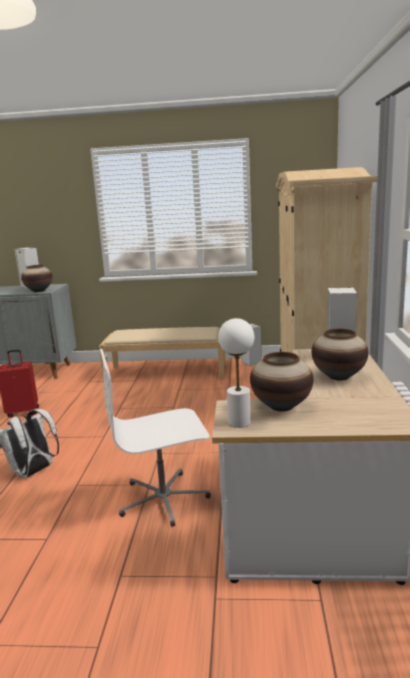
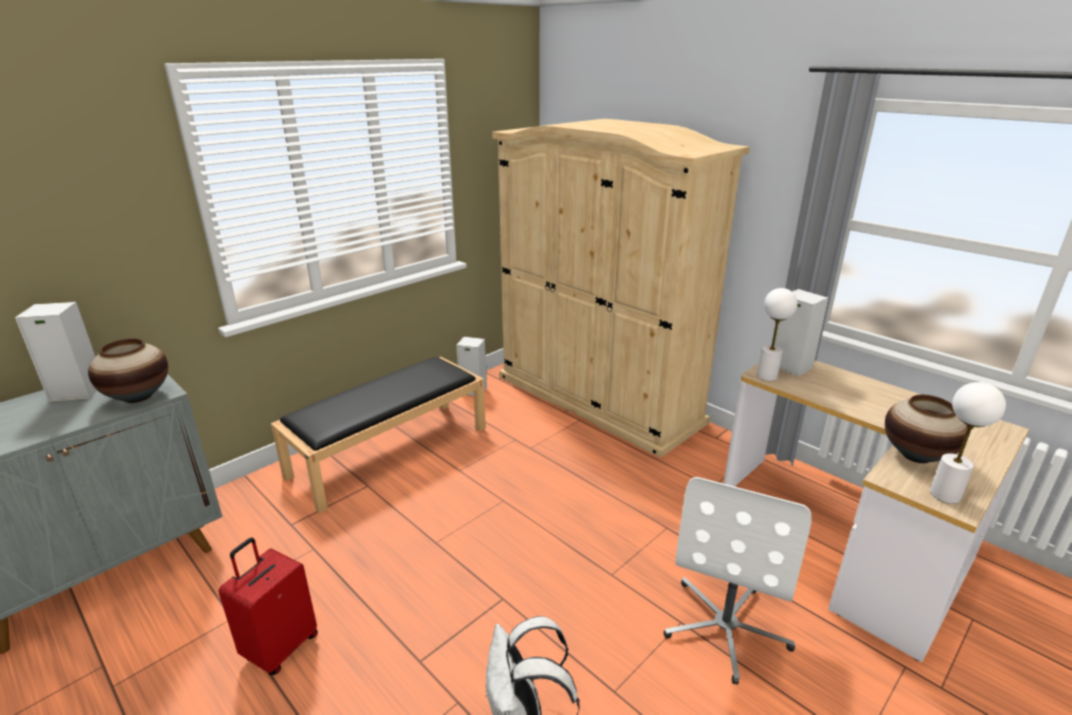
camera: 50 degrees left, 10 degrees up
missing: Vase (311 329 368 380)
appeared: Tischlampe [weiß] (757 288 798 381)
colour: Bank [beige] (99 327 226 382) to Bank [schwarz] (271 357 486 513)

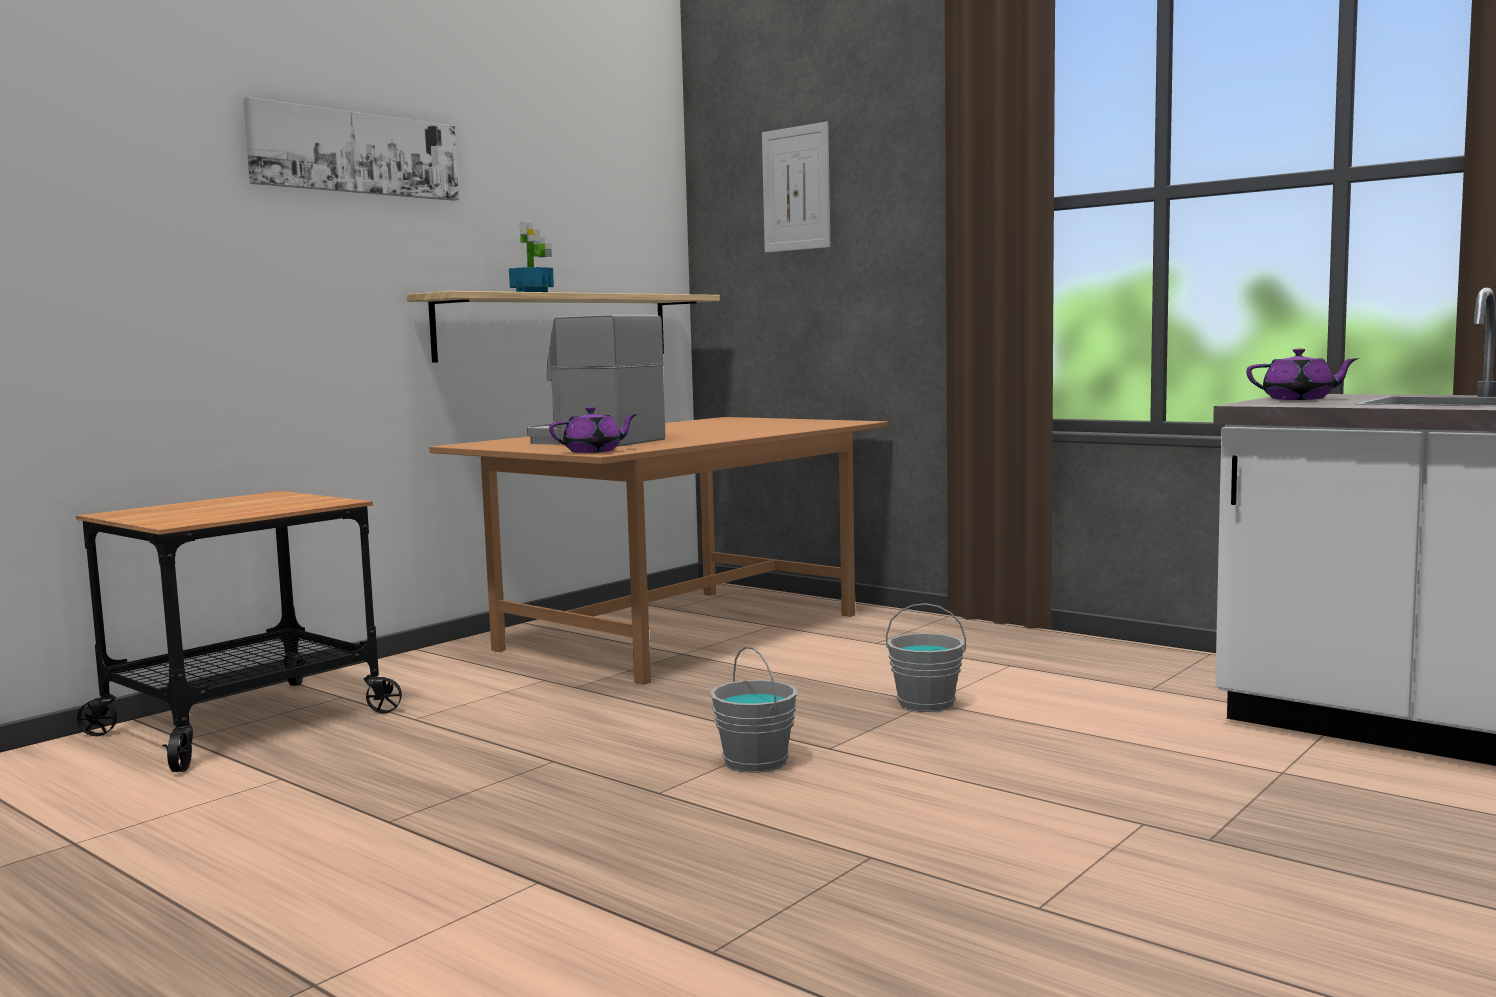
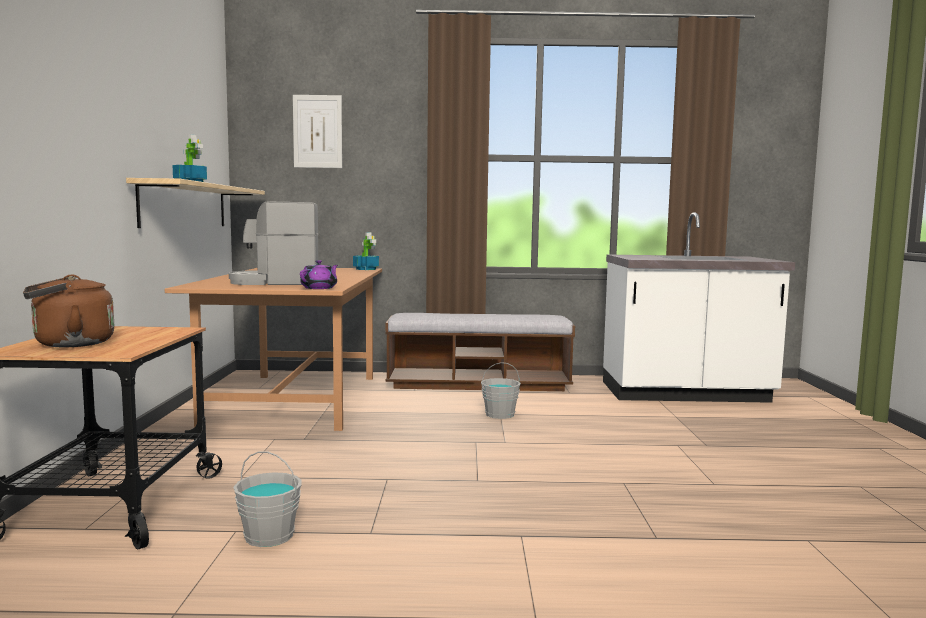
camera: 40 degrees left, 0 degrees up
missing: Bild (243 97 459 201); Teekanne [lila] (1246 349 1359 400)
appeared: Topfpflanze (353 232 379 270); Wasserkessel [braun] (23 275 114 347); Bank (385 313 575 391)
relocated: Eimer [grau] (710 646 797 773) to (233 451 302 547)

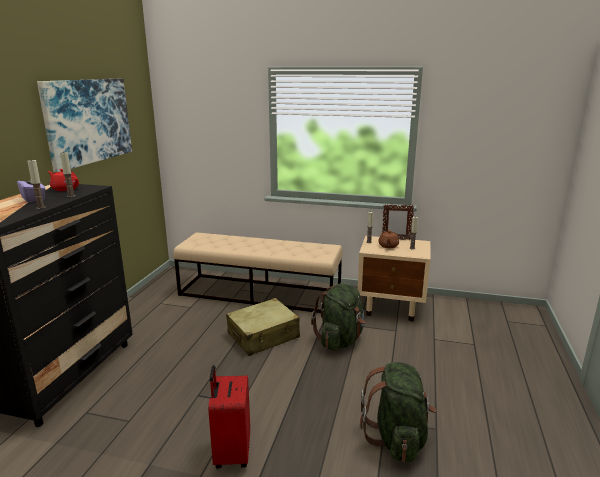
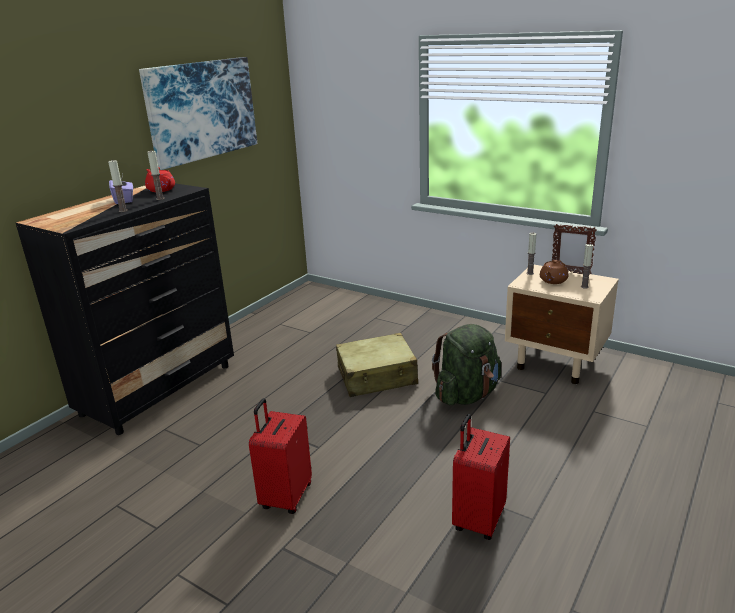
camera: 20 degrees right, 5 degrees up
missing: Bank [beige] (173 232 343 313)
exchanged: Rucksack [grün] (360 362 436 462) to Koffer [rot] (452 414 510 540)

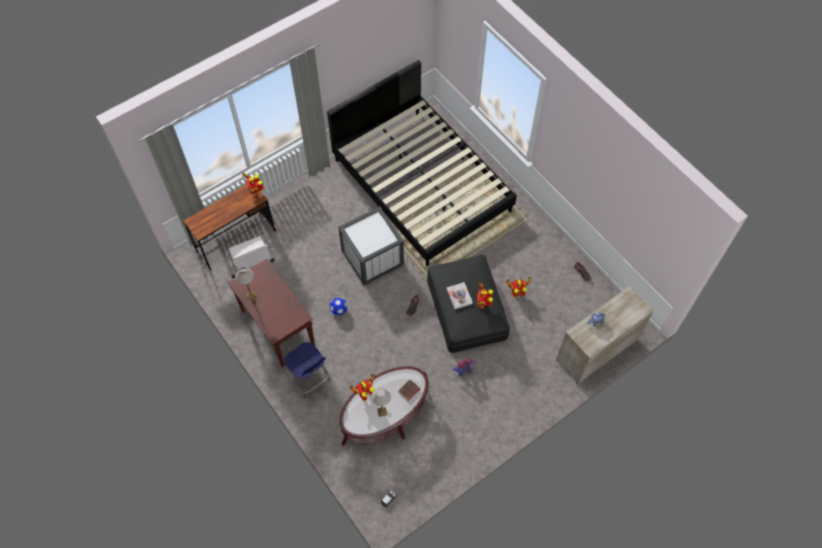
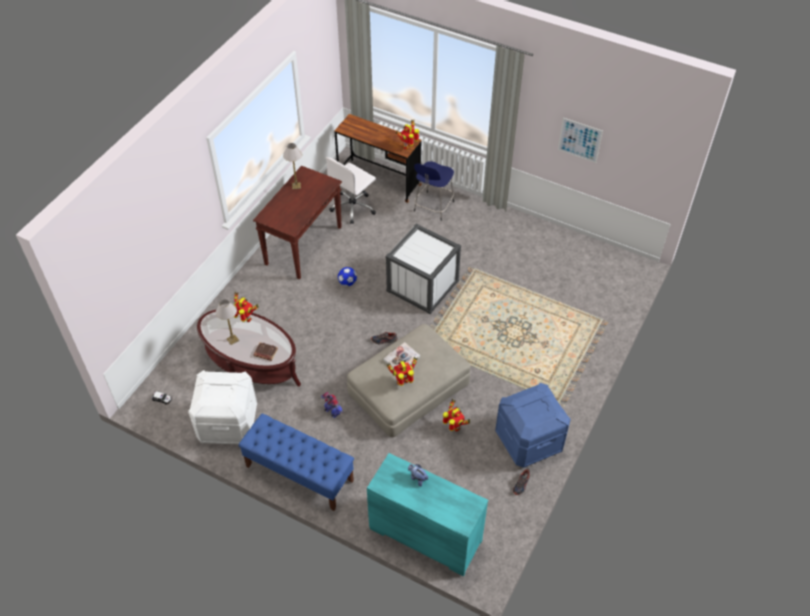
camera: 65 degrees right, 10 degrees down
missing: Bett [schwarz] (327 60 517 266)
appeared: Bild (558 118 603 163); Aufbewahrungsbox [weiß] (188 370 257 444); Aufbewahrungsbox [blau] (495 383 571 468); Bank [blau] (238 413 354 511)
relocated: Hocker [blau] (285 342 330 398) to (414 161 454 221)
colour: Polsterhocker [schwarz] (427 255 510 353) to Polsterhocker [beige] (347 324 470 437); Kommode [beige] (556 286 654 385) to Kommode [türkis] (367 453 488 576)

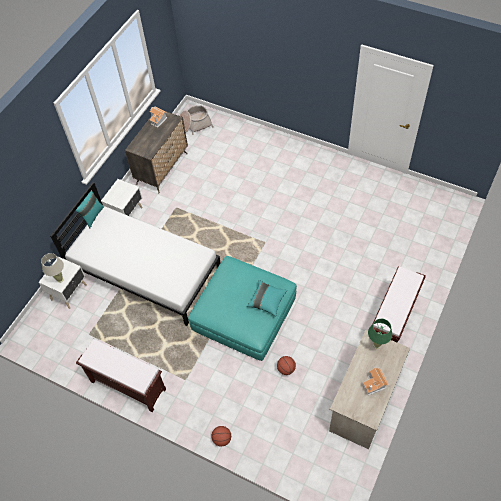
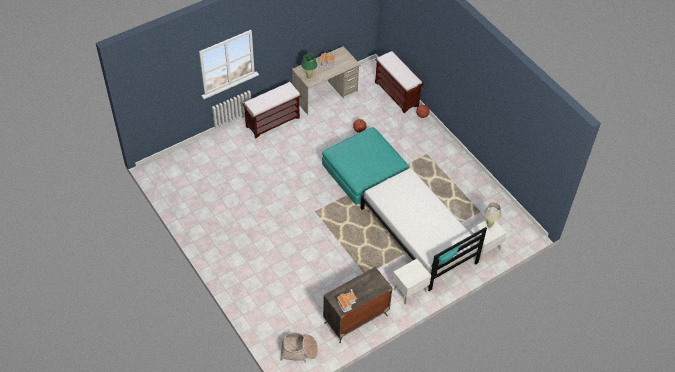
camera: 155 degrees left, 5 degrees down
missing: Kissen [türkis] (247 280 287 316)
relocated: Bank [braun] (76 339 166 412) to (375 51 424 113)

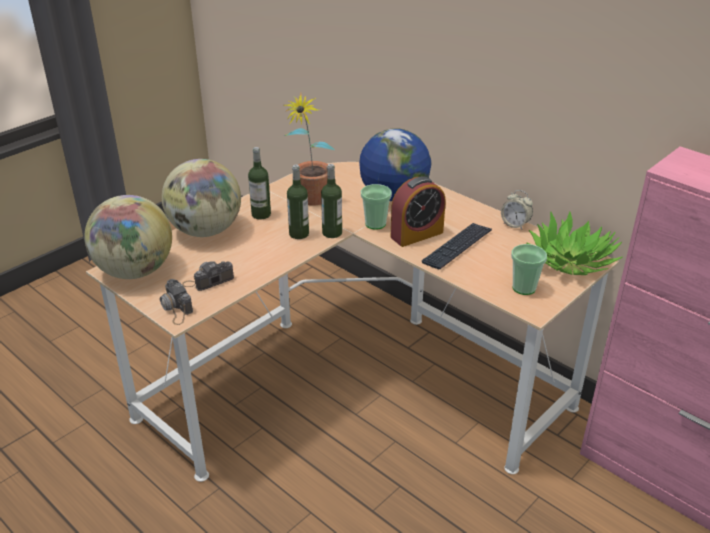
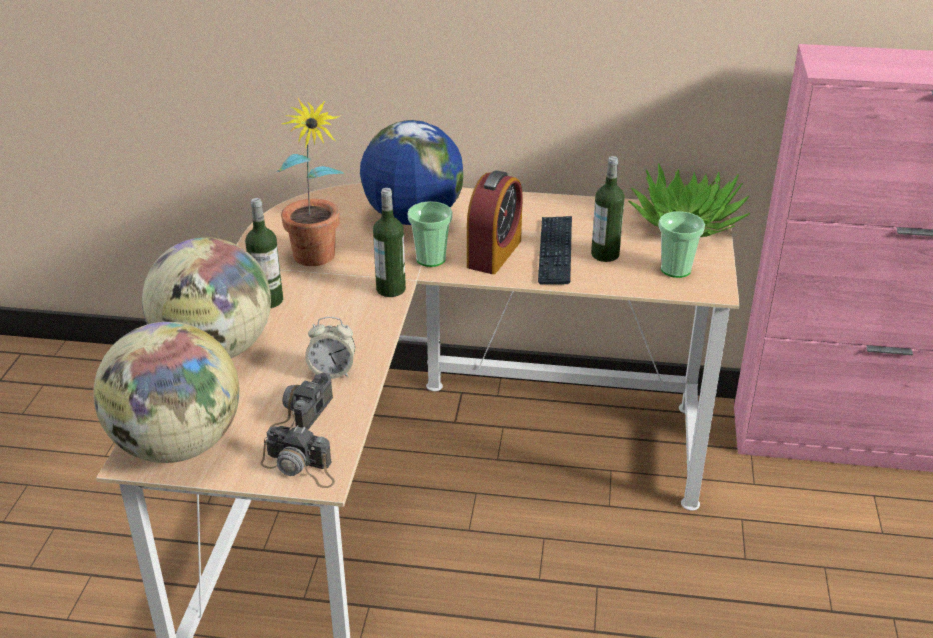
camera: 35 degrees left, 0 degrees up
relocated: Flasche (287 165 309 239) to (591 156 625 262); Wecker (501 190 533 230) to (305 317 355 379)

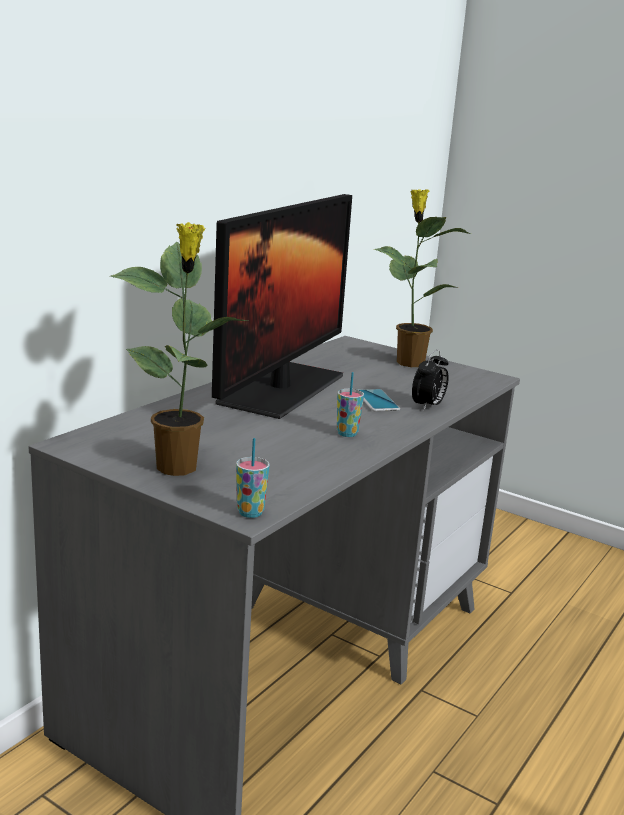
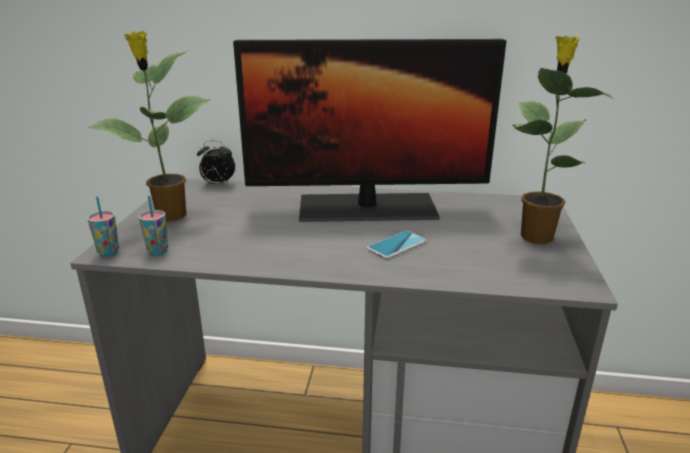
camera: 65 degrees right, 5 degrees up
relocated: Wecker (412 350 449 411) to (197 140 235 186); Tasse (337 372 364 437) to (139 195 168 255)

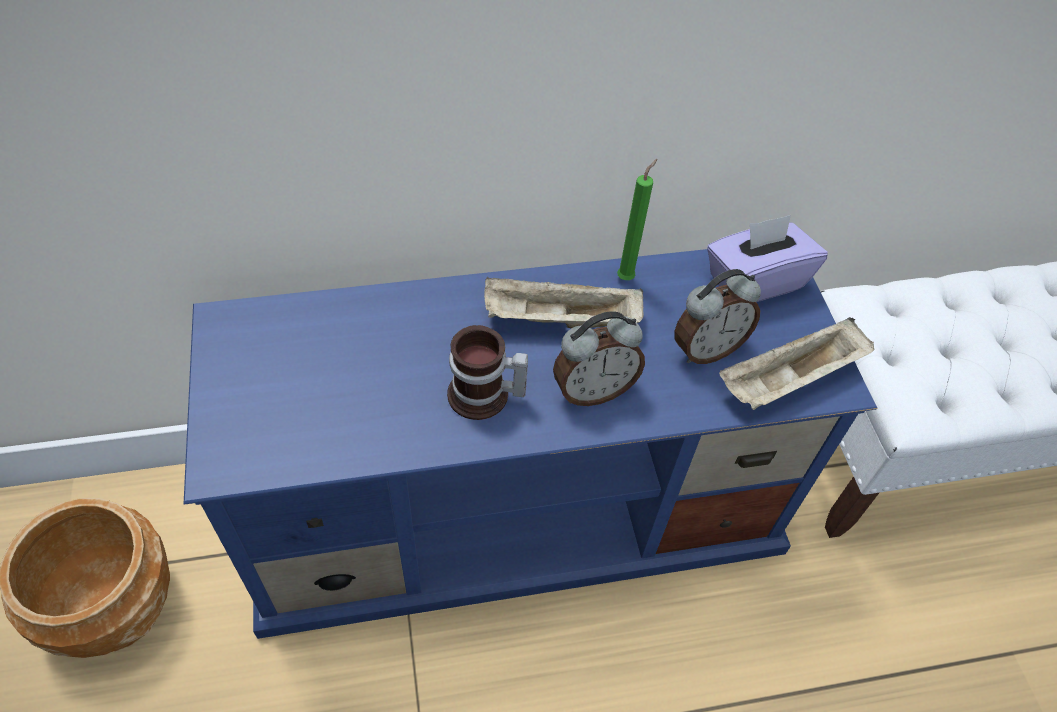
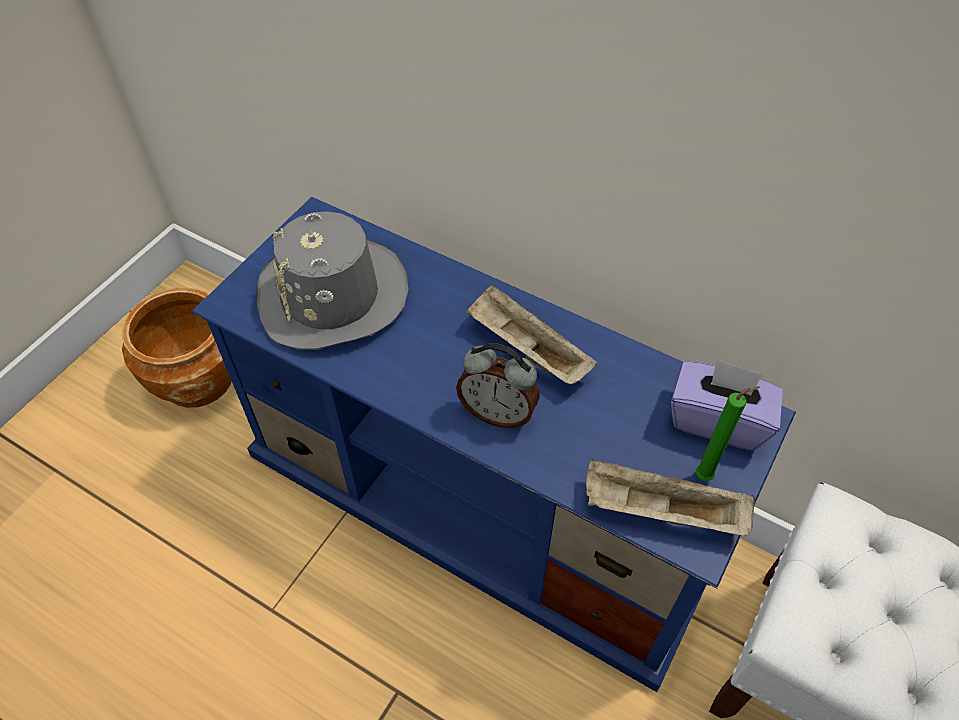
camera: 45 degrees right, 0 degrees up
missing: Wecker (674 269 761 364); Henkelbecher (447 325 528 420)
appeared: Hut [grau] (256 211 409 350)
relocated: Kerze [grün] (617 159 658 280) to (696 386 760 481)

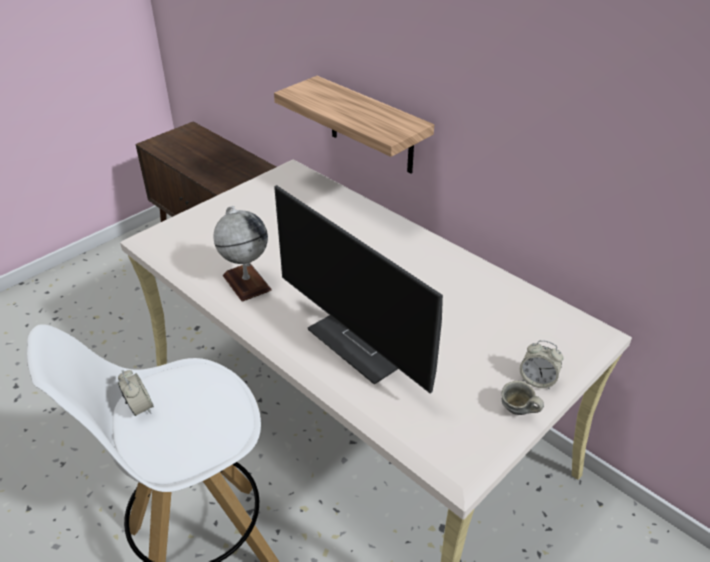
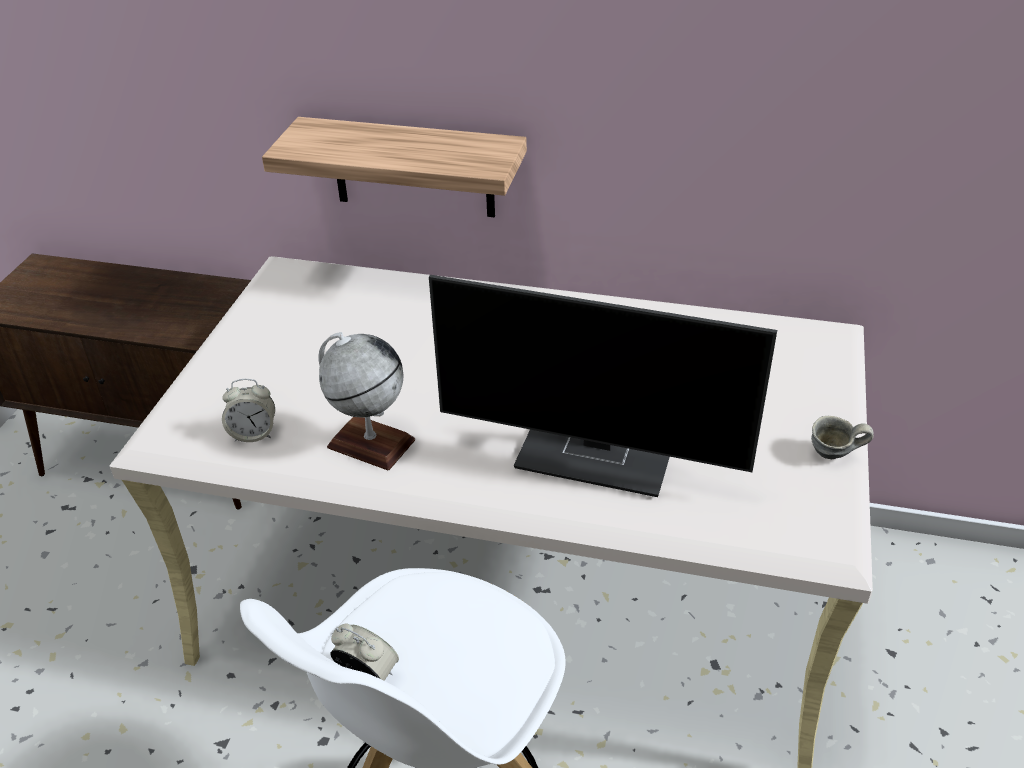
camera: 30 degrees left, 0 degrees up
relocated: Wecker (520 340 563 390) to (222 379 275 442)

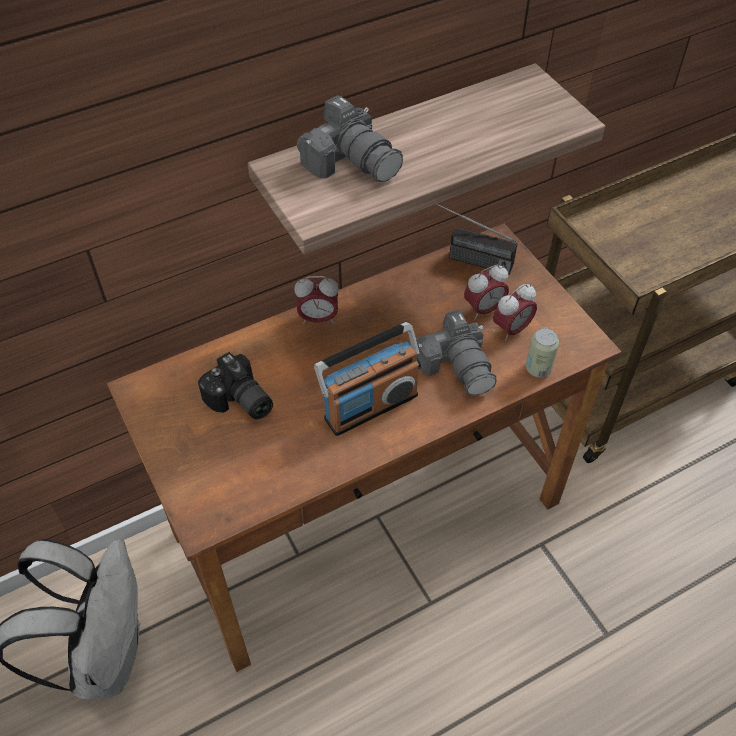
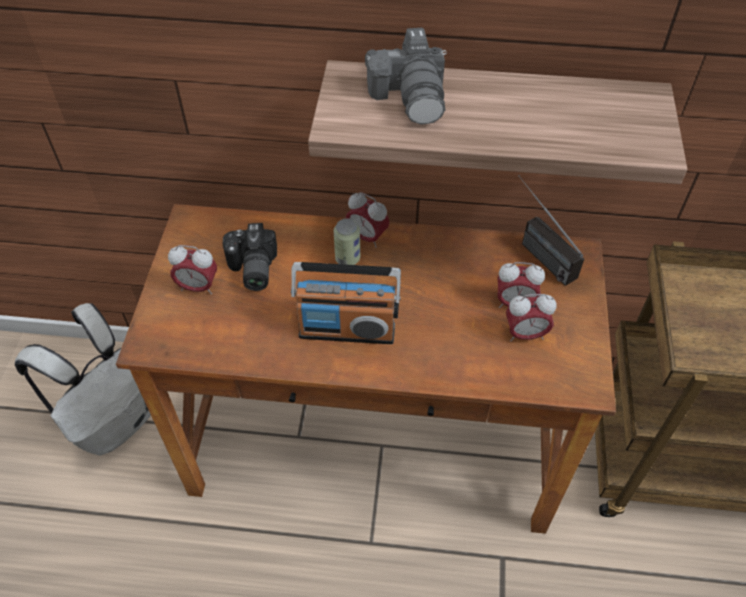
camera: 35 degrees right, 0 degrees up
missing: Kamera (416 310 496 396)
appeared: Wecker (168 245 217 295)
relocated: Dose (526 328 559 378) to (334 218 360 265)

